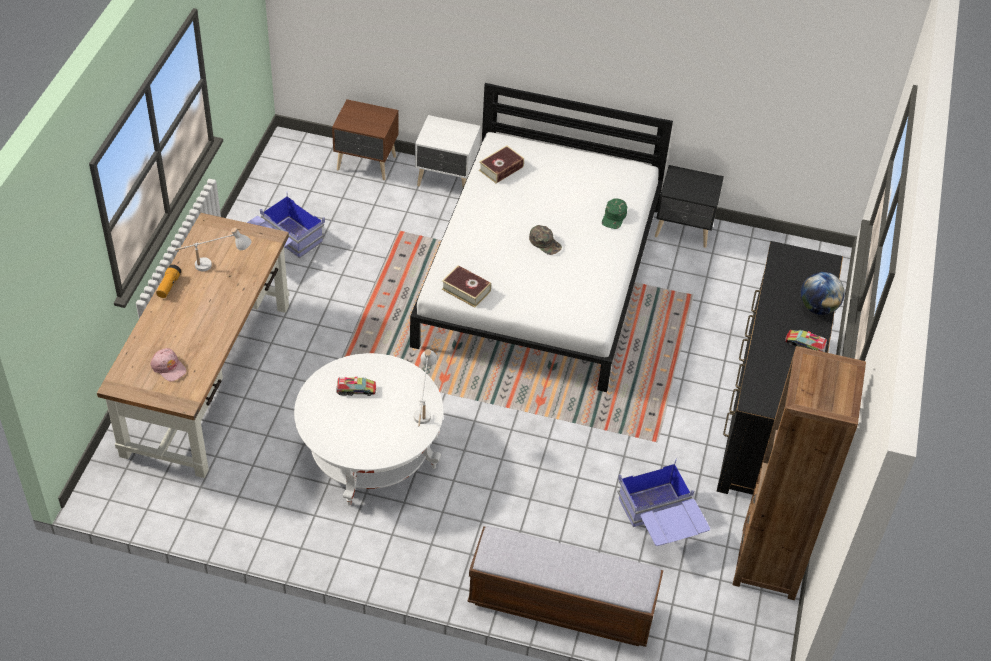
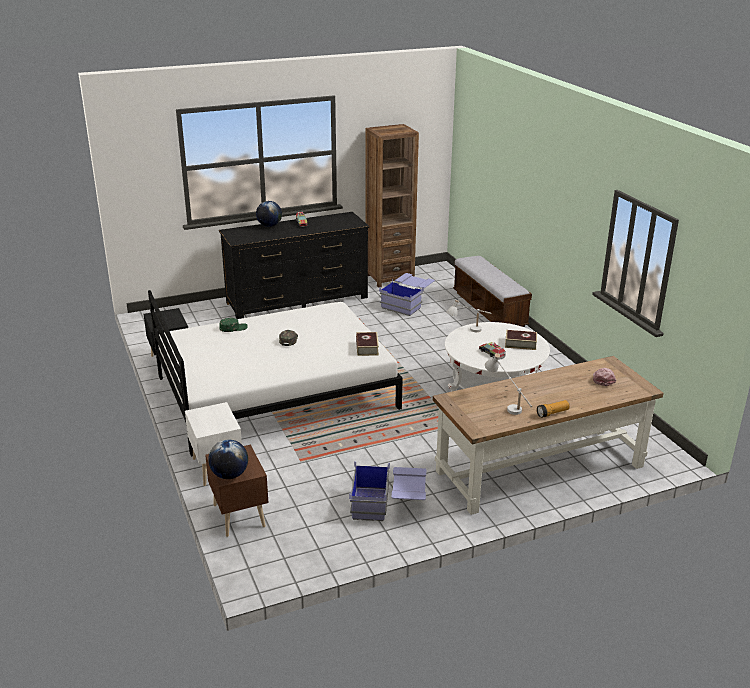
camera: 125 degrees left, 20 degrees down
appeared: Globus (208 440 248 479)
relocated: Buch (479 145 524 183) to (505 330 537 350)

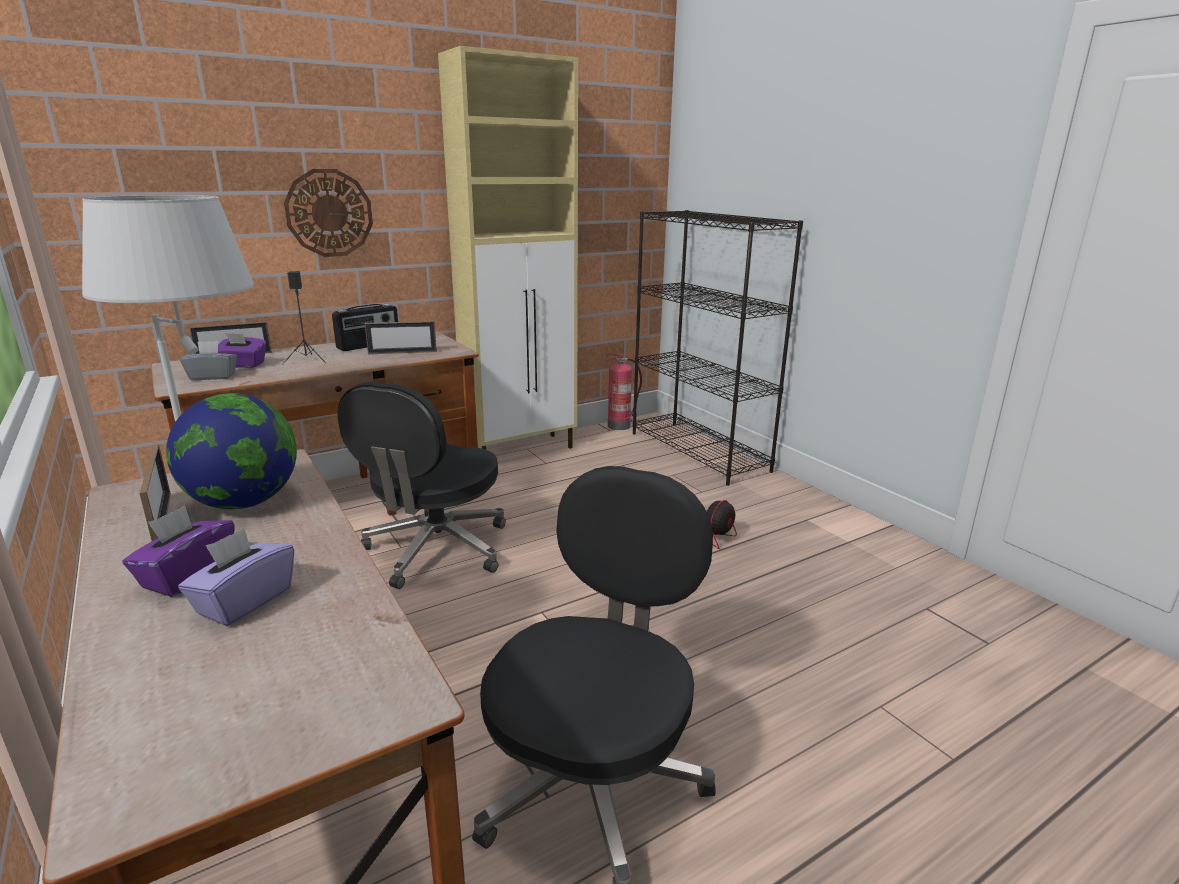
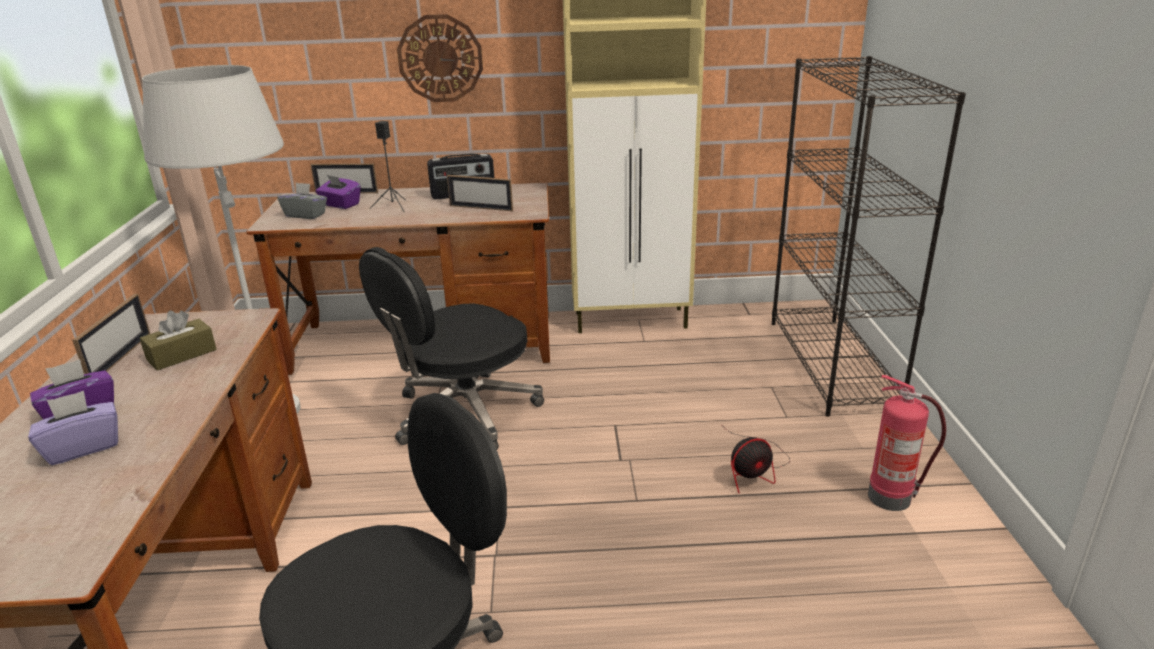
camera: 30 degrees right, 5 degrees up
relocated: Feuerlöscher (606 352 642 430) to (868 375 946 511)
exchanged: Globus (166 393 297 509) to Taschentuchbox [braun] (140 311 217 371)

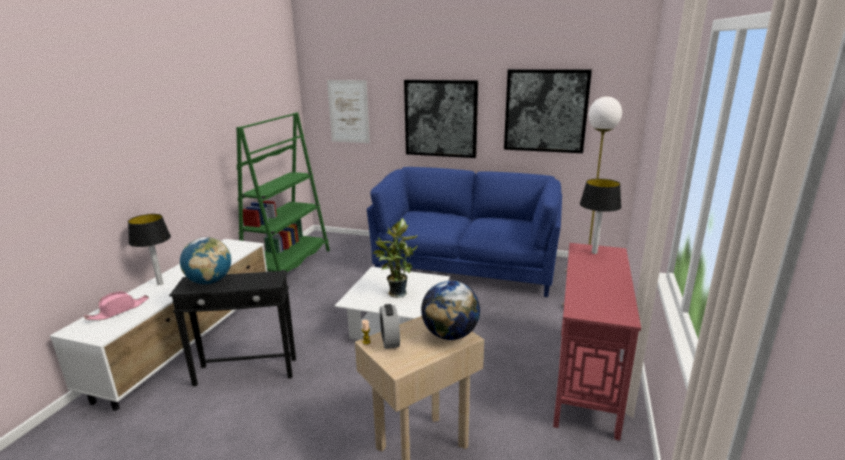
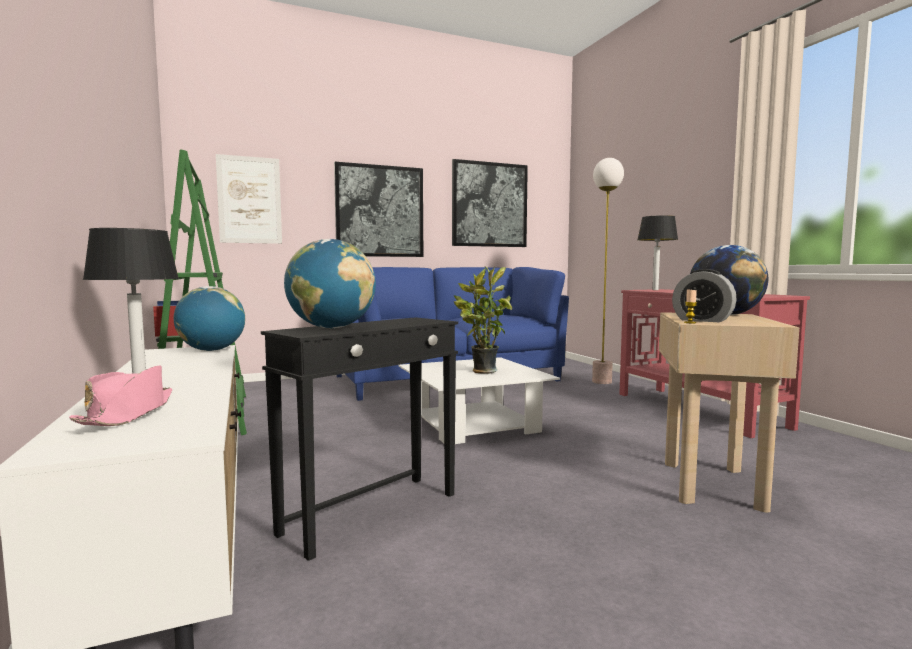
camera: 40 degrees left, 15 degrees down
appeared: Globus (173 286 245 351)

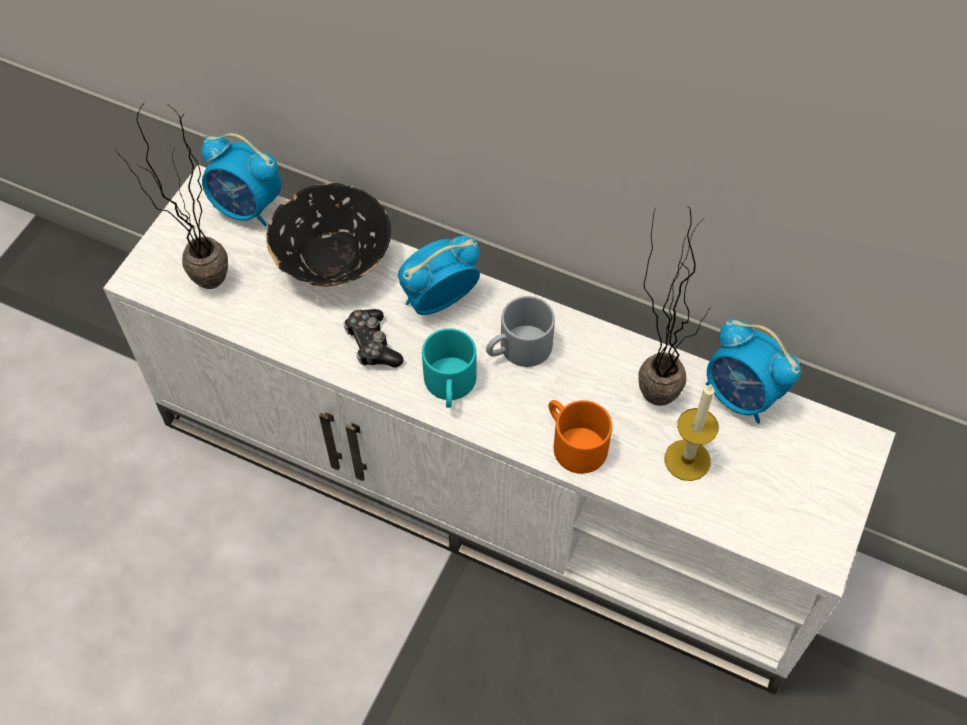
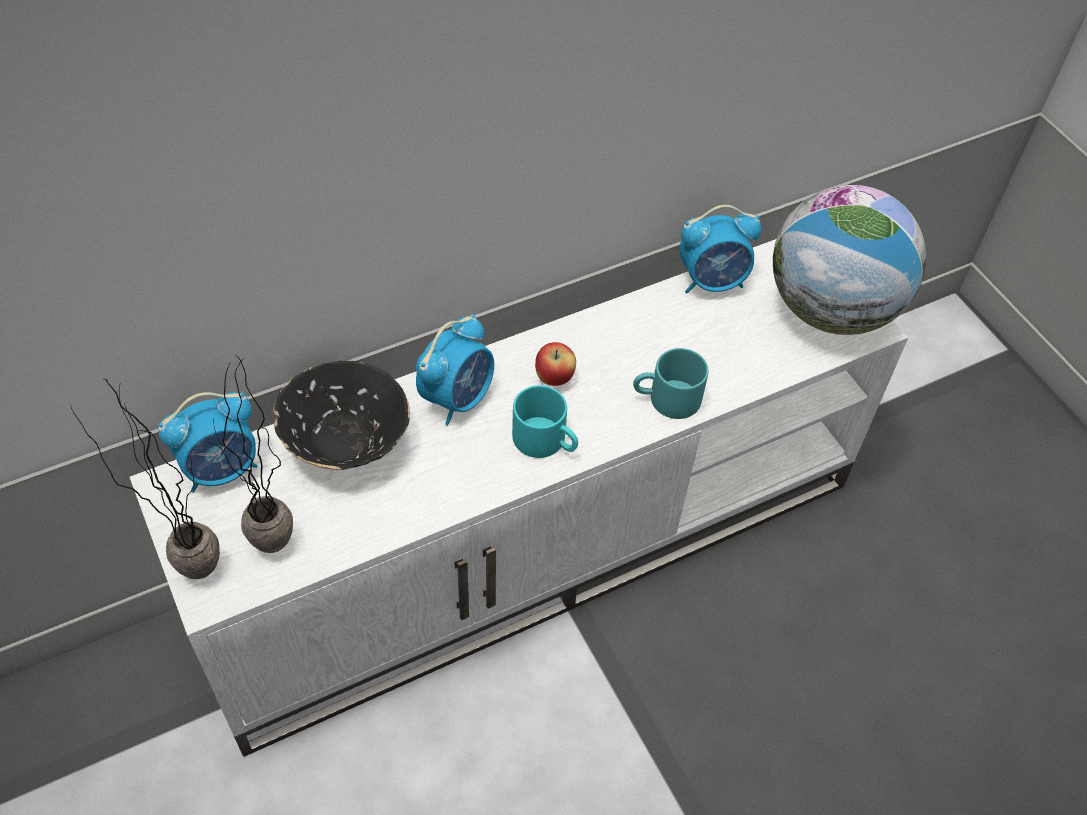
camera: 55 degrees left, 5 degrees down
missing: Gamepad (343 309 404 367); Kerze (664 383 719 481)
appeared: Globus (773 185 926 335)
relocated: Topfpflanze (638 206 709 406) to (70 379 220 579)
exchanged: Henkelbecher [grau] (486 296 555 367) to Apfel (535 342 576 386)
colour: Henkelbecher [orange] (549 400 612 474) to Henkelbecher [türkis] (633 348 708 419)
spun: Wecker (398 236 480 315) = (416 314 494 426) 150 degrees counterclockwise

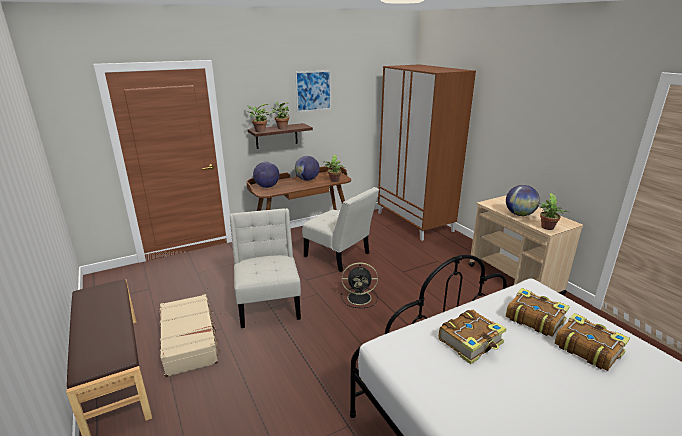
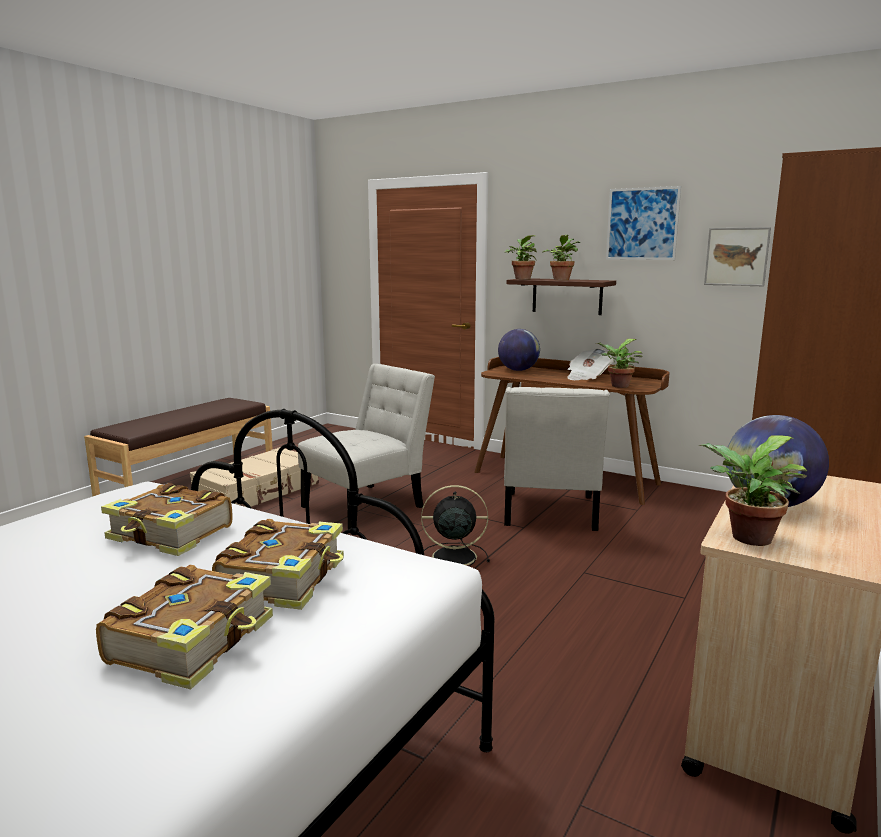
camera: 60 degrees right, 10 degrees down
appeared: Bild (704 227 771 286)
exchanged: Globus (295 156 320 181) to Zeitung (567 348 614 380)
spun: Ventilator [schwarz] (341 262 378 308) = (421 485 490 567) 120 degrees clockwise

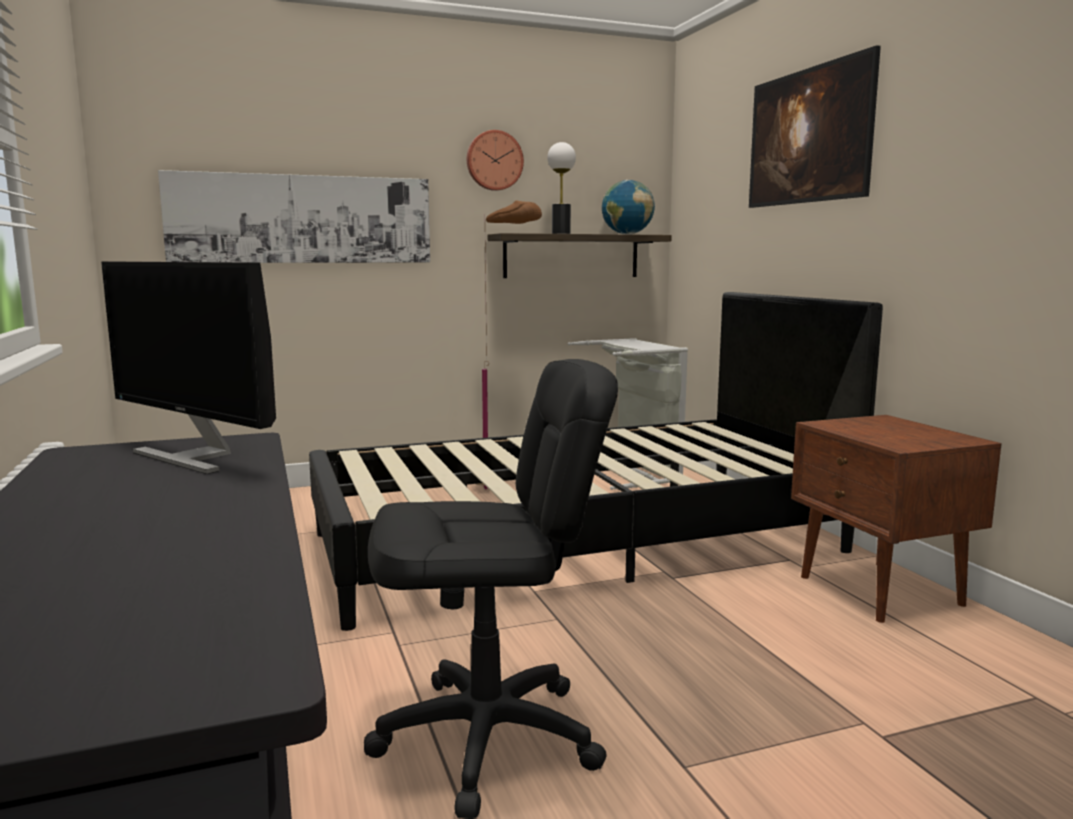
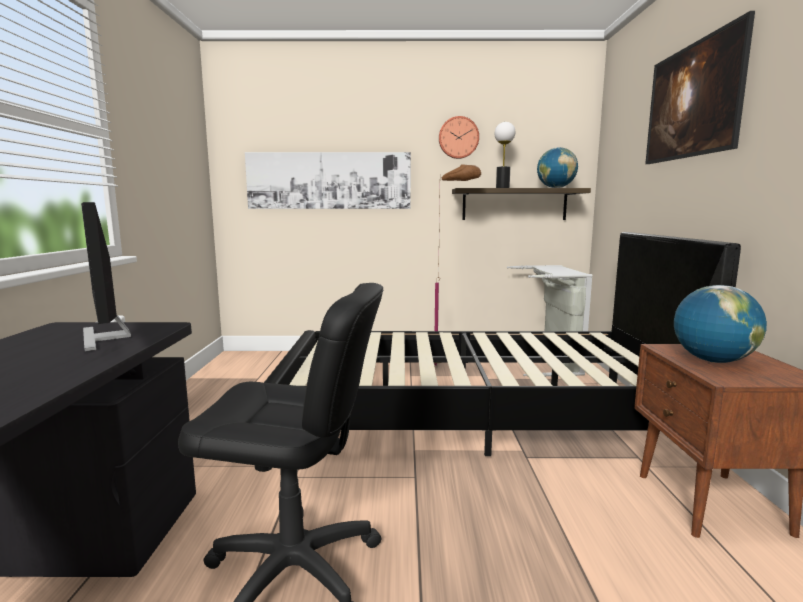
camera: 20 degrees right, 0 degrees up
appeared: Globus (674 285 767 363)

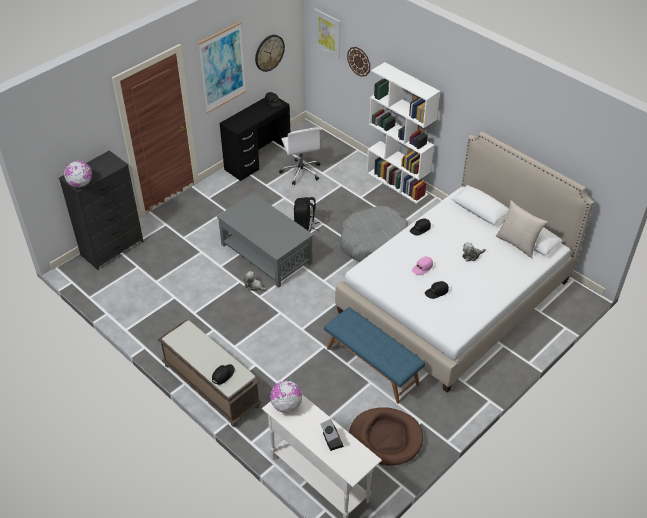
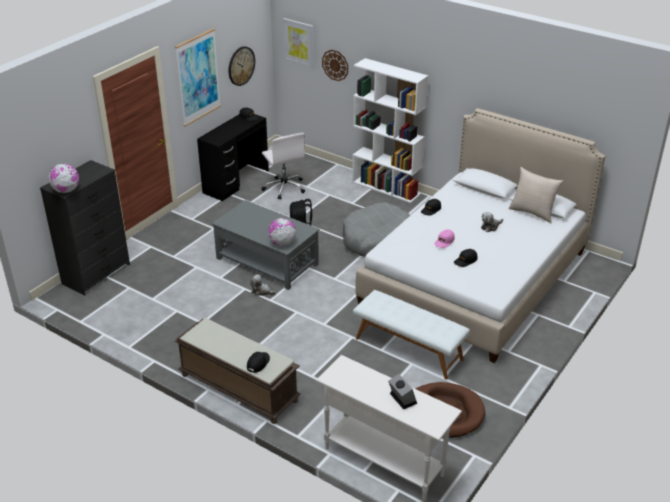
camera: 10 degrees left, 10 degrees down
relocated: Globus (270 380 302 413) to (268 218 296 246)
colour: Bank [blau] (324 307 425 404) to Bank [weiß] (353 290 470 379)

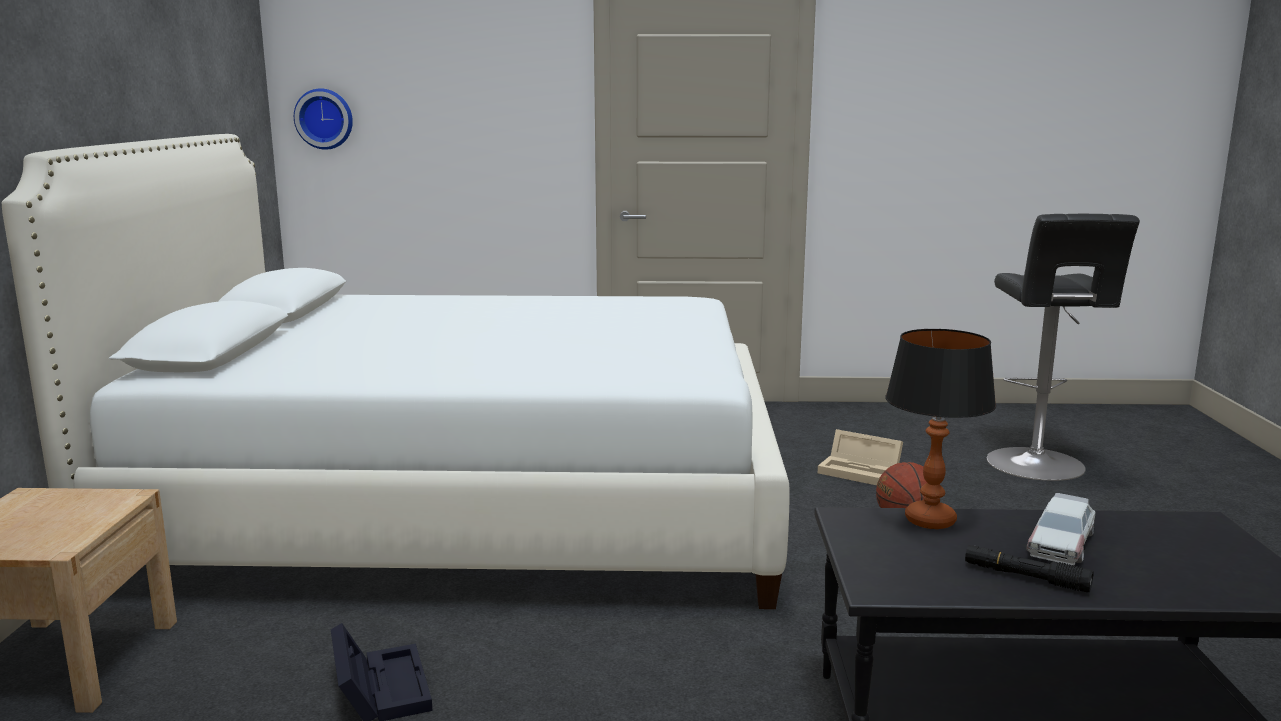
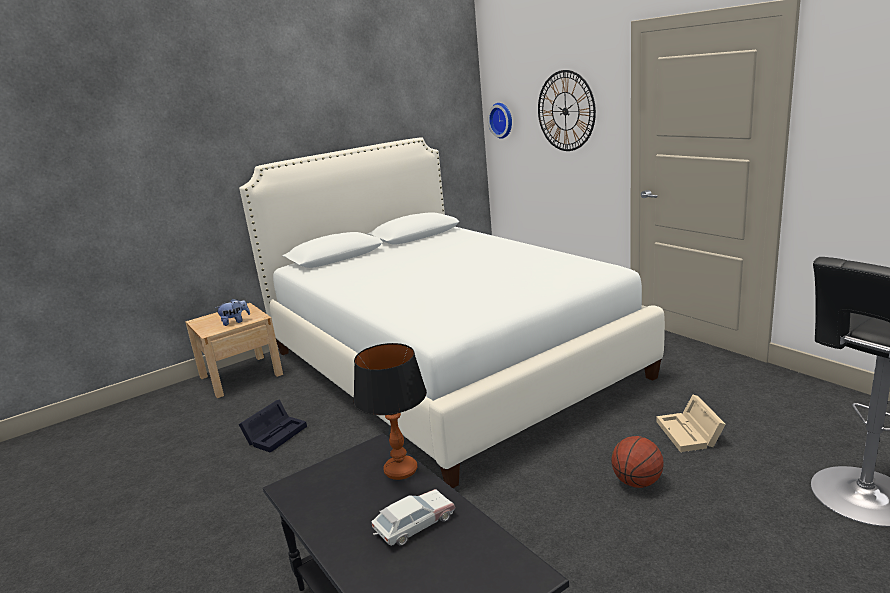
camera: 55 degrees right, 5 degrees up
missing: Taschenlampe [schwarz] (965 545 1094 593)
appeared: Wanduhr (538 70 596 151); Plüschtier (216 299 250 326)
spun: Spielzeugauto (1026 493 1095 566) = (372 489 455 546) 150 degrees clockwise

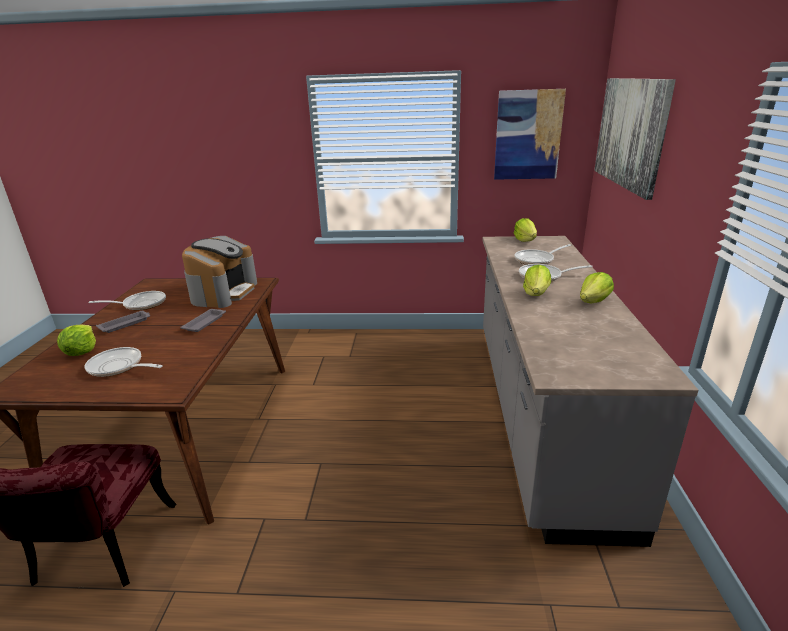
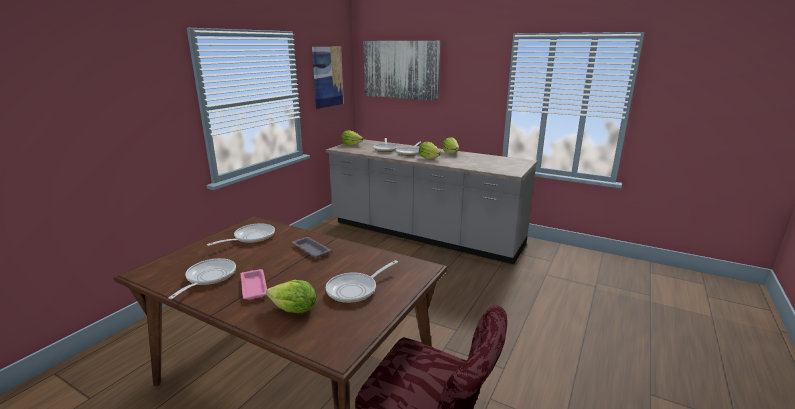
camera: 65 degrees left, 5 degrees down
exchanged: Kaffeemaschine (182 236 257 308) to Pfanne (207 223 275 246)
colour: Tablett [grau] (96 311 150 333) to Tablett [rosa] (241 269 267 300)

